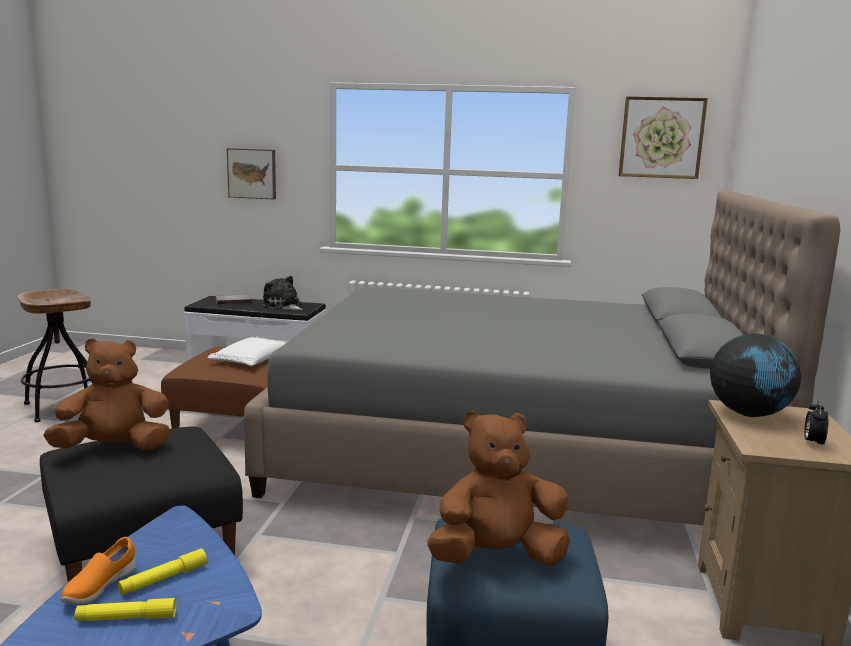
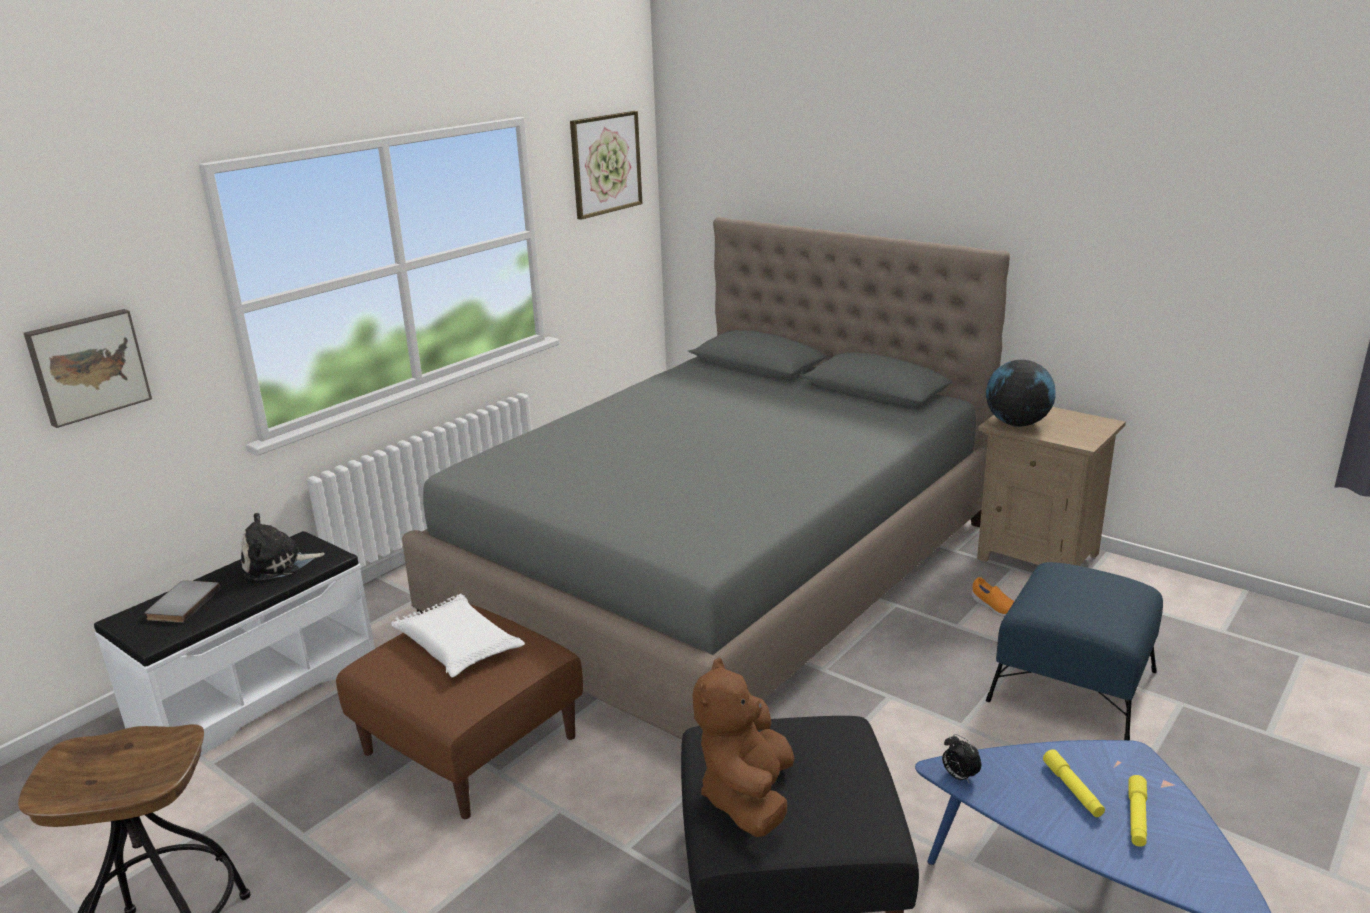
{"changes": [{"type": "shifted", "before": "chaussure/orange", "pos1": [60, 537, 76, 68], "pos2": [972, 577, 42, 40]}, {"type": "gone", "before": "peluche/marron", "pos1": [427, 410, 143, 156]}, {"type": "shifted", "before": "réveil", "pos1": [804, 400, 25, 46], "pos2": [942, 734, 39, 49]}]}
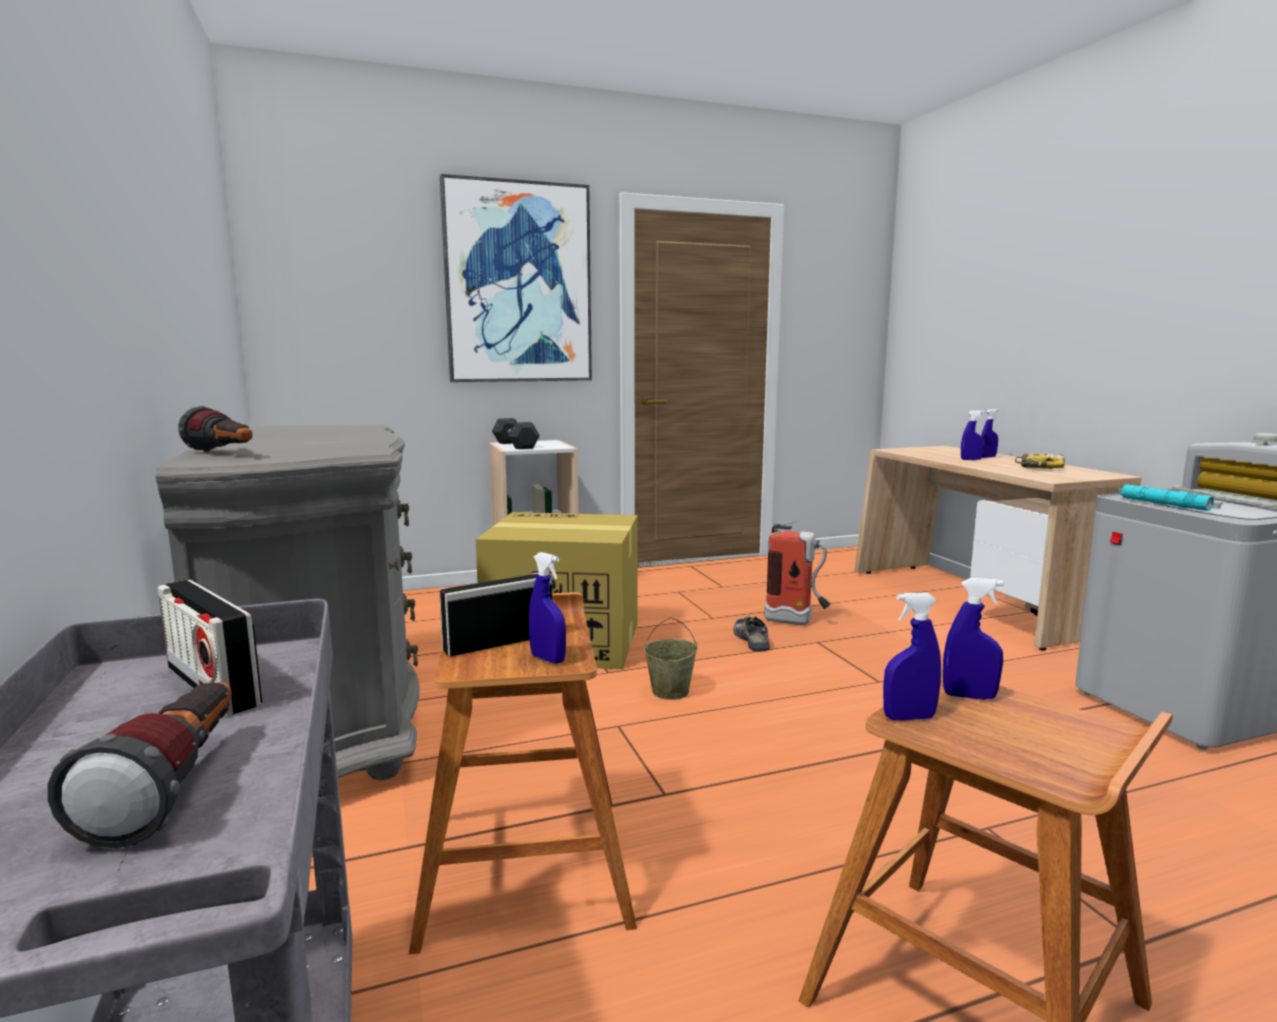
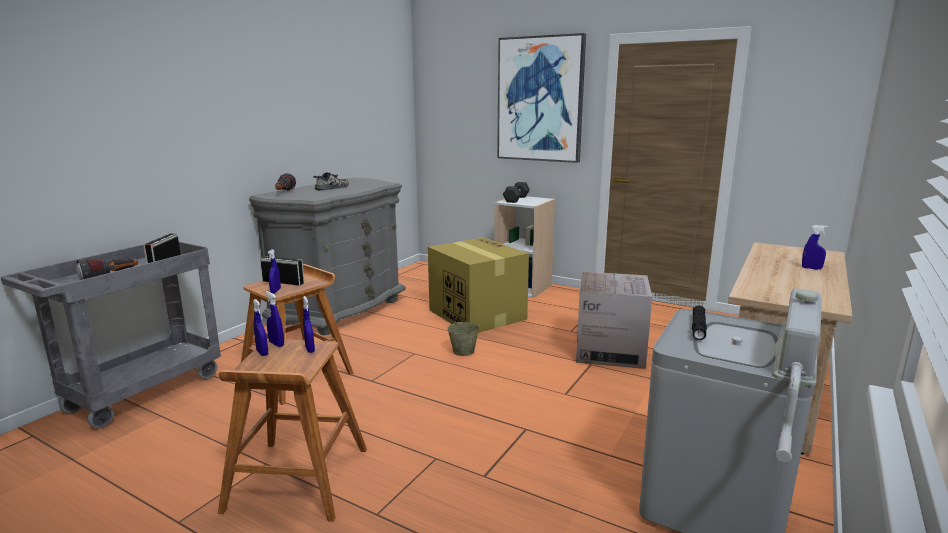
{"changes": [{"type": "shifted", "before": "chaussure", "pos1": [733, 615, 37, 37], "pos2": [313, 172, 36, 18]}, {"type": "swapped", "before": "extincteur", "after": "carton", "pos1": [764, 521, 67, 104], "pos2": [576, 272, 76, 97]}, {"type": "shifted", "before": "vaporisateur/bleu", "pos1": [961, 410, 23, 50], "pos2": [253, 299, 15, 57]}, {"type": "gone", "before": "perceuse", "pos1": [1015, 453, 50, 16]}, {"type": "repainted", "before": "lampe de poche/turquoise", "after": "lampe de poche/noir", "pos1": [1119, 484, 95, 27], "pos2": [692, 305, 15, 35]}]}
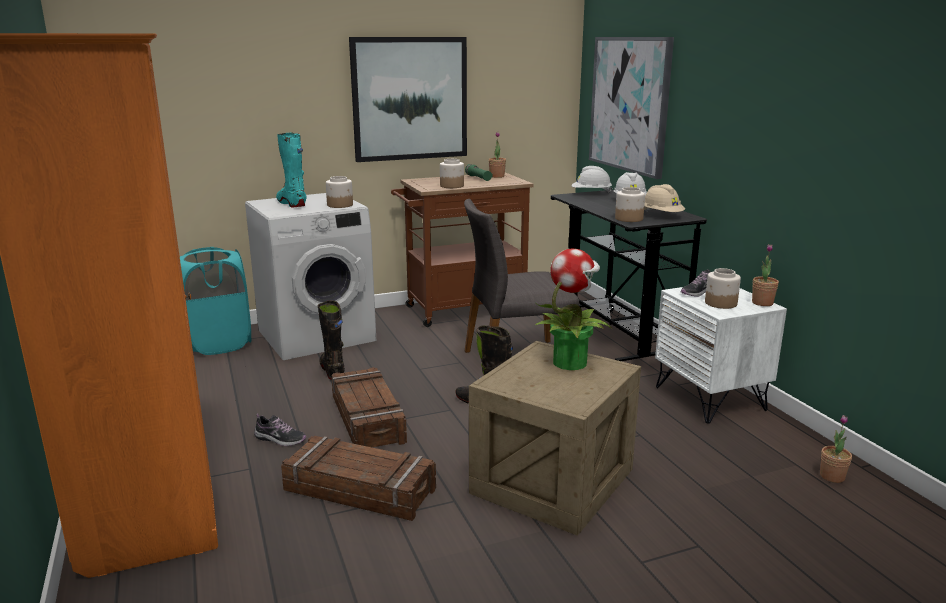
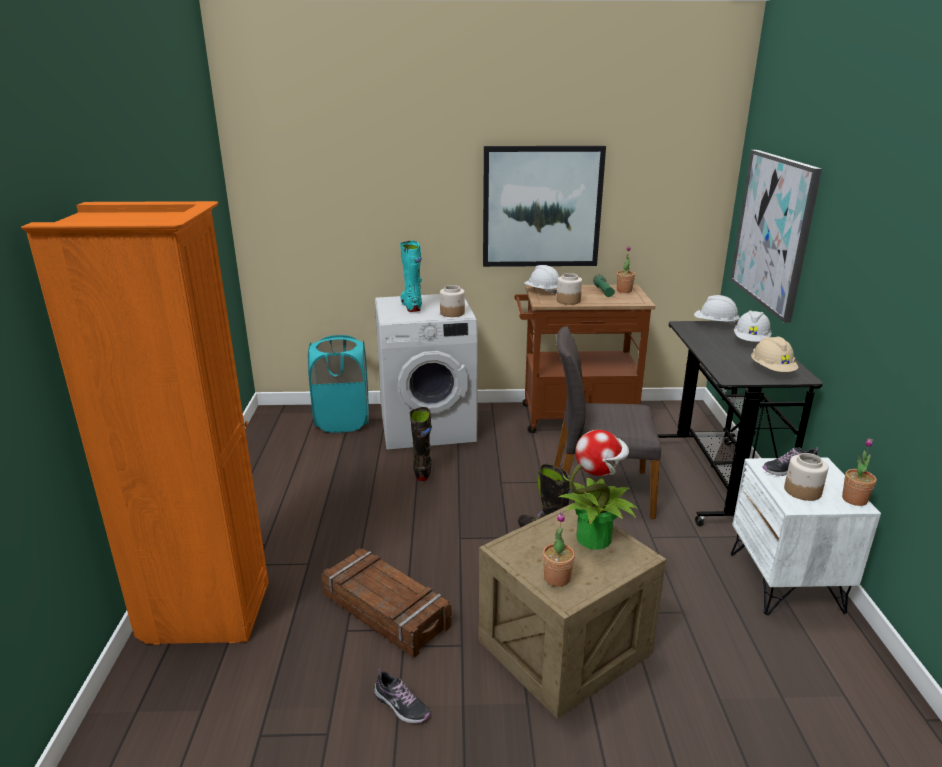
{"changes": [{"type": "shifted", "before": "chaussure", "pos1": [254, 414, 52, 32], "pos2": [374, 668, 56, 55]}, {"type": "gone", "before": "caisse", "pos1": [331, 367, 76, 80]}, {"type": "gone", "before": "bocal", "pos1": [615, 187, 30, 35]}, {"type": "shifted", "before": "plante en pot", "pos1": [820, 415, 32, 68], "pos2": [543, 512, 32, 75]}, {"type": "new", "after": "casque de chantier/blanc", "pos2": [524, 265, 35, 29]}]}
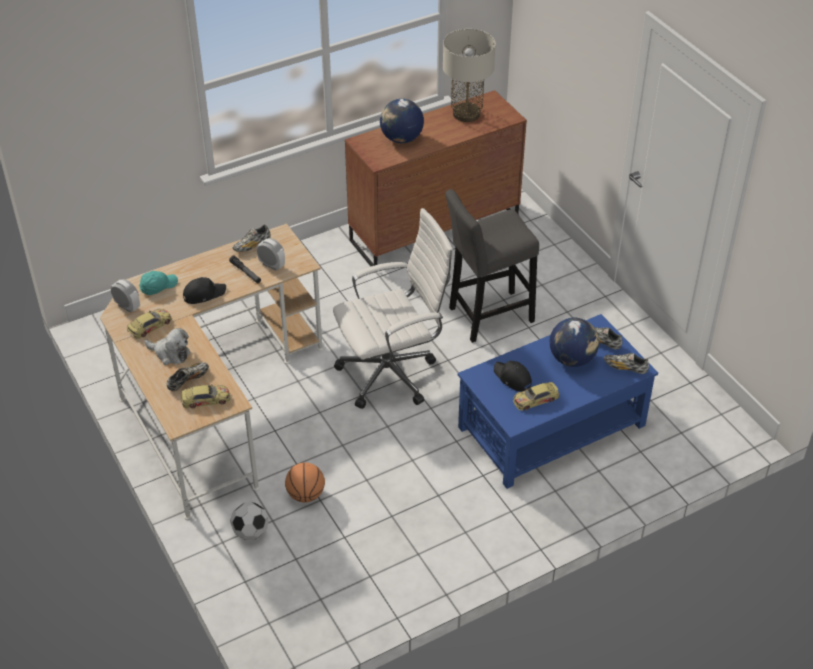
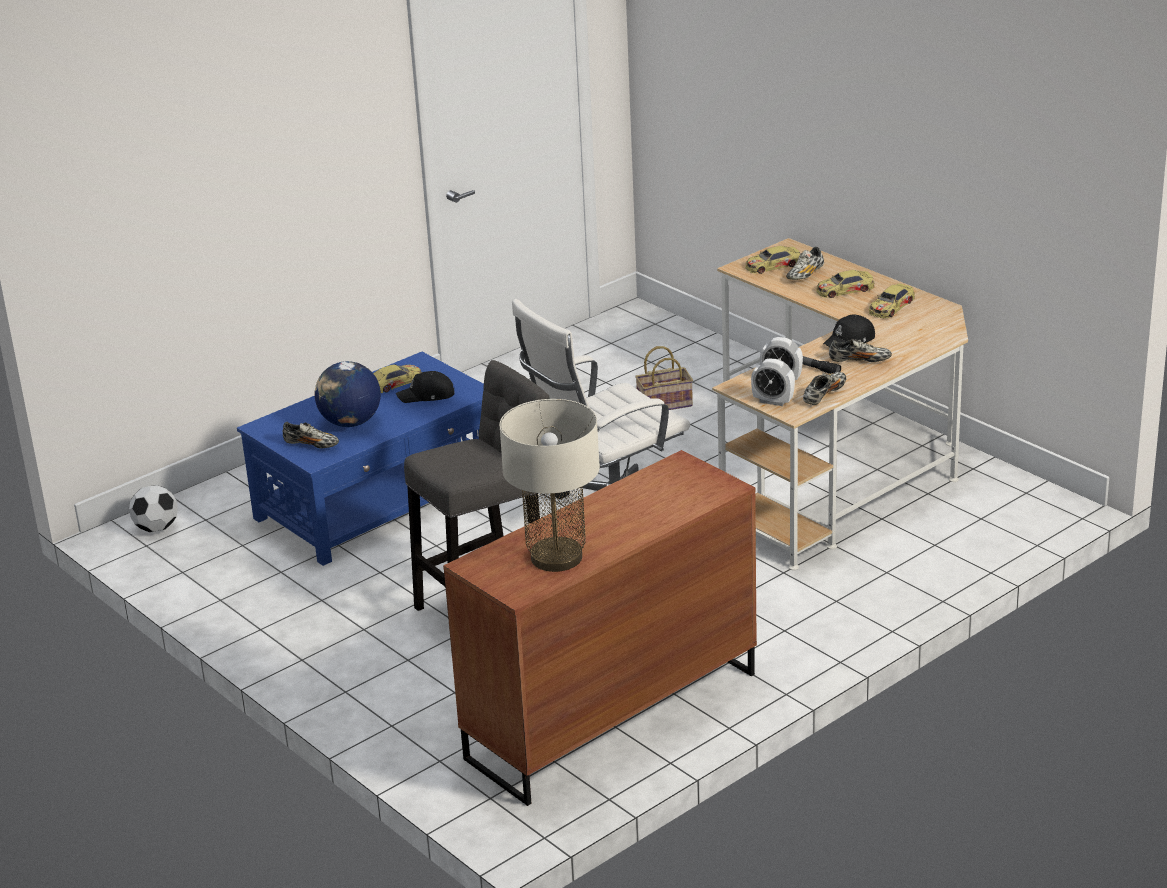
{"changes": [{"type": "shifted", "before": "réveil", "pos1": [111, 279, 29, 34], "pos2": [751, 358, 44, 48]}, {"type": "gone", "before": "casquette/turquoise", "pos1": [139, 271, 39, 24]}, {"type": "swapped", "before": "peluche", "after": "petite voiture", "pos1": [144, 328, 46, 37], "pos2": [816, 270, 58, 28]}, {"type": "shifted", "before": "ballon de foot", "pos1": [230, 502, 39, 38], "pos2": [129, 485, 49, 48]}, {"type": "swapped", "before": "ballon de basket", "after": "panier", "pos1": [285, 462, 40, 41], "pos2": [635, 346, 58, 64]}, {"type": "gone", "before": "globe", "pos1": [380, 99, 44, 44]}, {"type": "rotated", "before": "casquette/noir", "pos1": [494, 361, 38, 30], "pos2": [396, 371, 58, 32], "turn": 135}, {"type": "shifted", "before": "chaussure", "pos1": [604, 353, 45, 21], "pos2": [829, 339, 63, 23]}]}
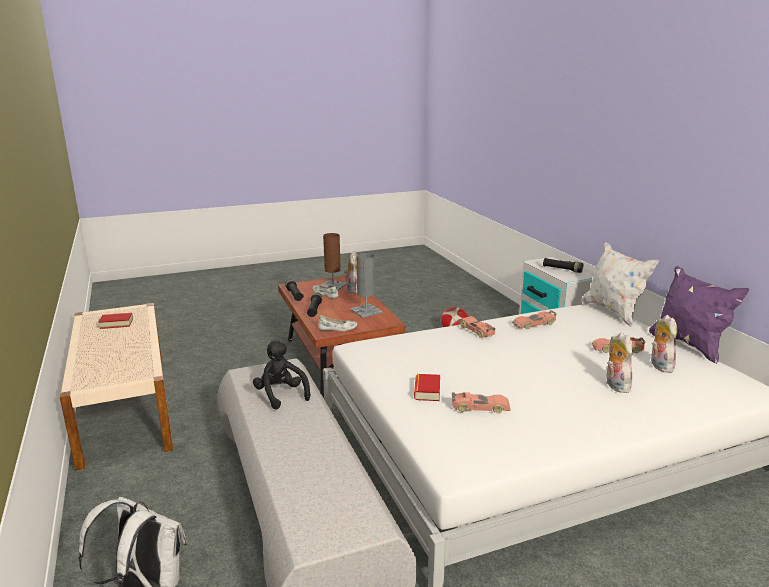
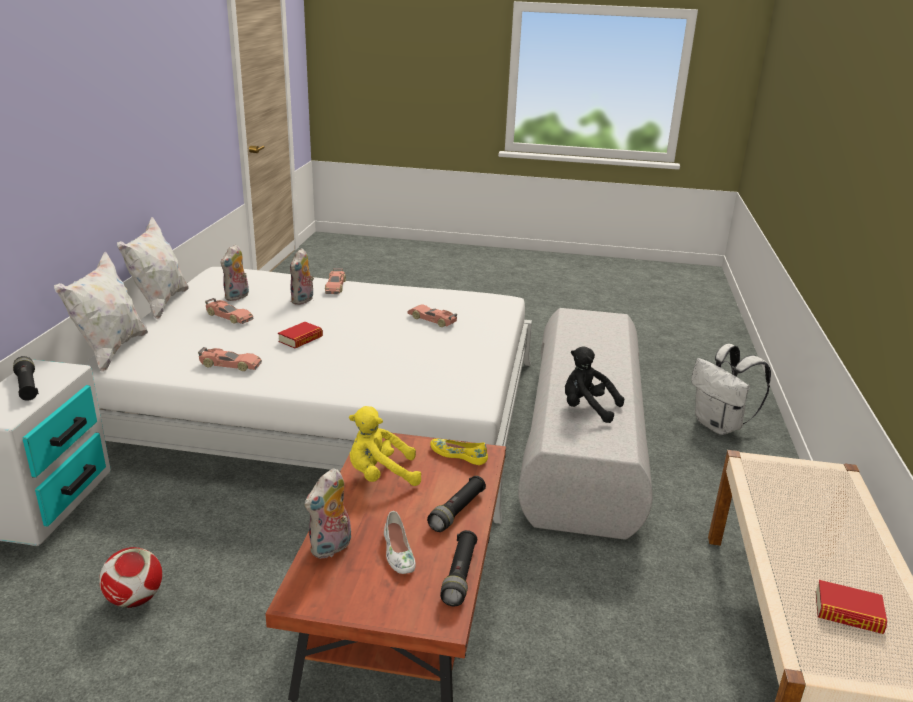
{"changes": [{"type": "rotated", "before": "peluche/noir", "pos1": [253, 340, 57, 70], "pos2": [565, 346, 59, 77], "turn": 120}, {"type": "repainted", "before": "chaussure/blanc", "after": "chaussure/jaune", "pos1": [318, 315, 39, 16], "pos2": [430, 439, 58, 26]}, {"type": "gone", "before": "lampe de table/marron", "pos1": [320, 233, 27, 58]}, {"type": "swapped", "before": "lampe de table/gris", "after": "peluche/jaune", "pos1": [350, 253, 32, 65], "pos2": [349, 406, 72, 80]}, {"type": "shifted", "before": "livre", "pos1": [414, 374, 26, 27], "pos2": [278, 322, 45, 26]}, {"type": "shifted", "before": "petite voiture", "pos1": [458, 316, 37, 22], "pos2": [325, 268, 21, 26]}, {"type": "repainted", "before": "coussin/violet", "after": "coussin/blanc", "pos1": [649, 266, 100, 98], "pos2": [117, 217, 72, 102]}]}
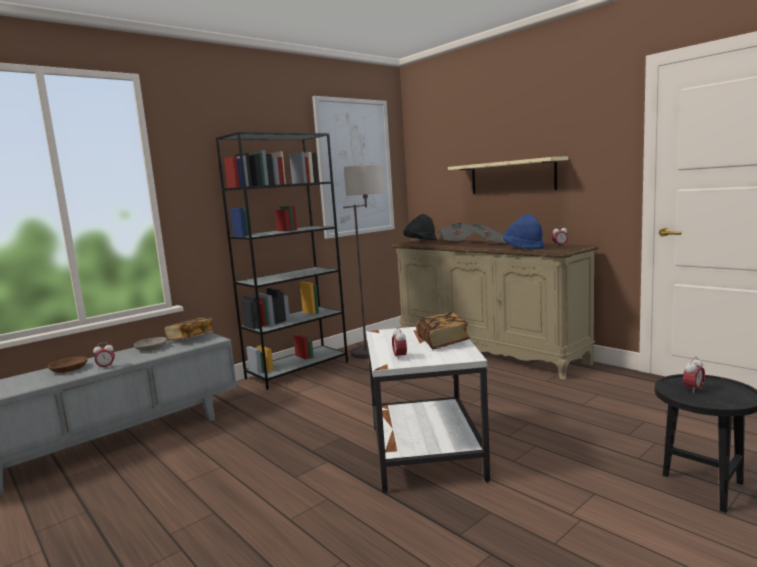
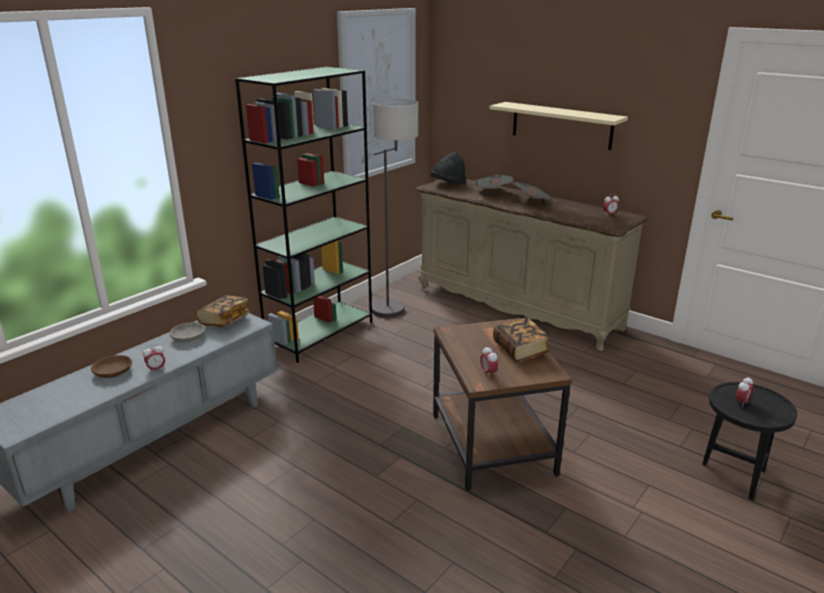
{"changes": [{"type": "repainted", "before": "bibliothèque/gris", "after": "bibliothèque/vert", "pos1": [216, 132, 132, 258], "pos2": [235, 67, 137, 296]}, {"type": "repainted", "before": "table d'appoint/blanc", "after": "table d'appoint/marron", "pos1": [366, 327, 124, 166], "pos2": [433, 318, 139, 173]}, {"type": "gone", "before": "chapeau/bleu", "pos1": [503, 214, 42, 35]}]}
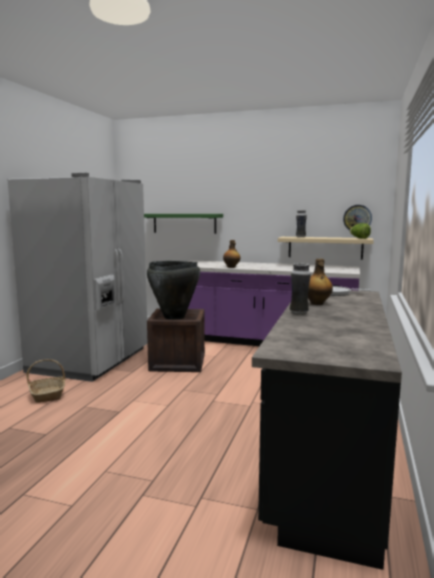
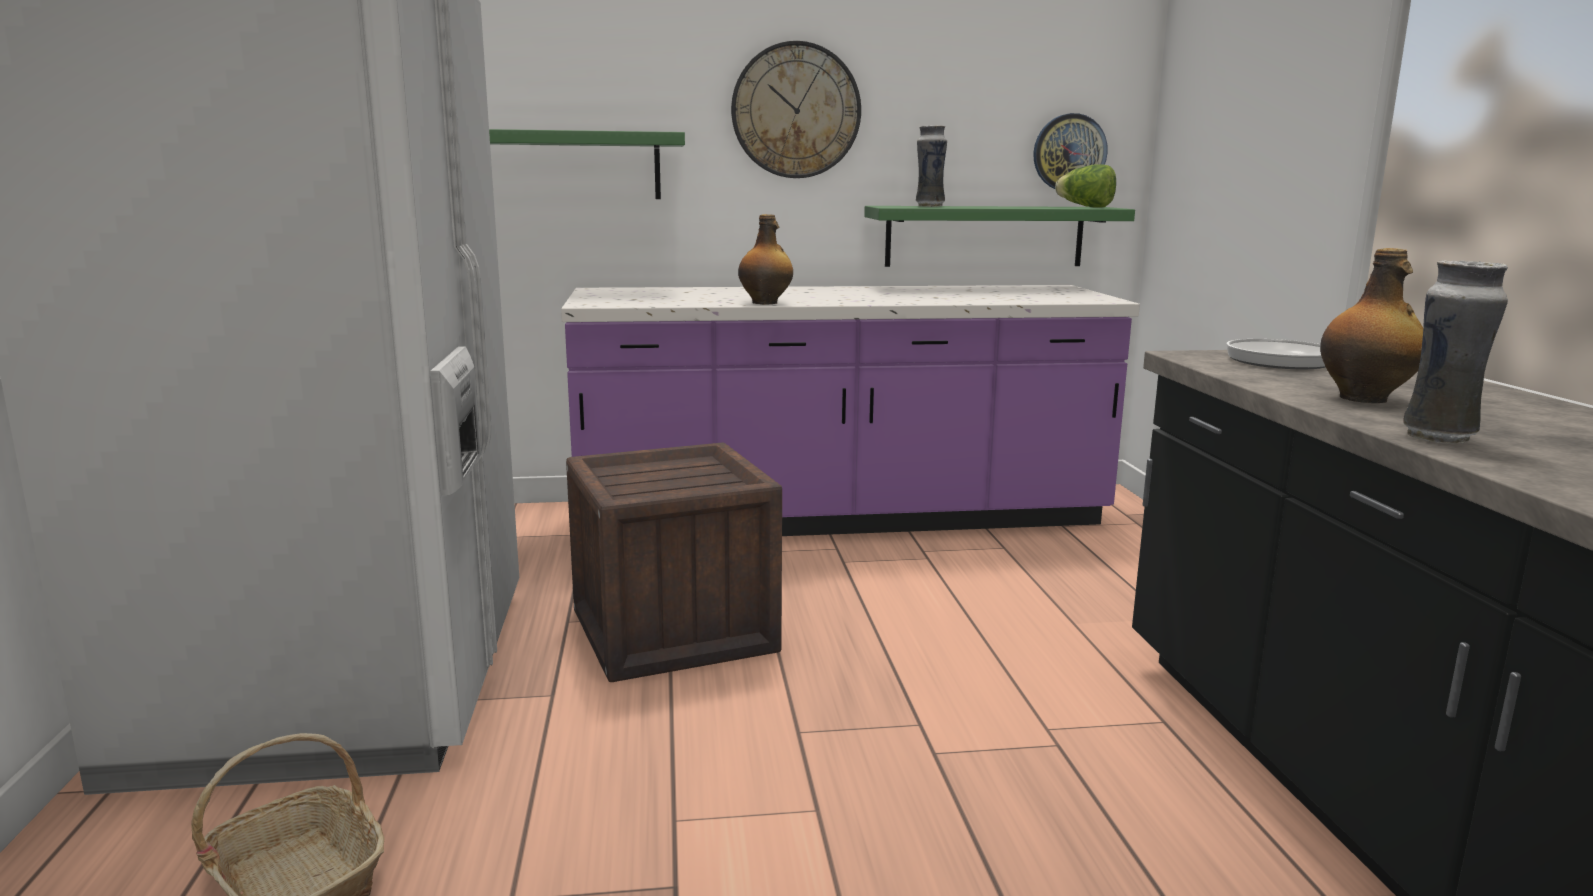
{"changes": [{"type": "gone", "before": "vase/noir", "pos1": [147, 261, 53, 59]}, {"type": "repainted", "before": "étagère/beige", "after": "étagère/vert", "pos1": [278, 237, 96, 23], "pos2": [864, 206, 271, 61]}, {"type": "new", "after": "horloge murale", "pos2": [731, 41, 130, 137]}]}
